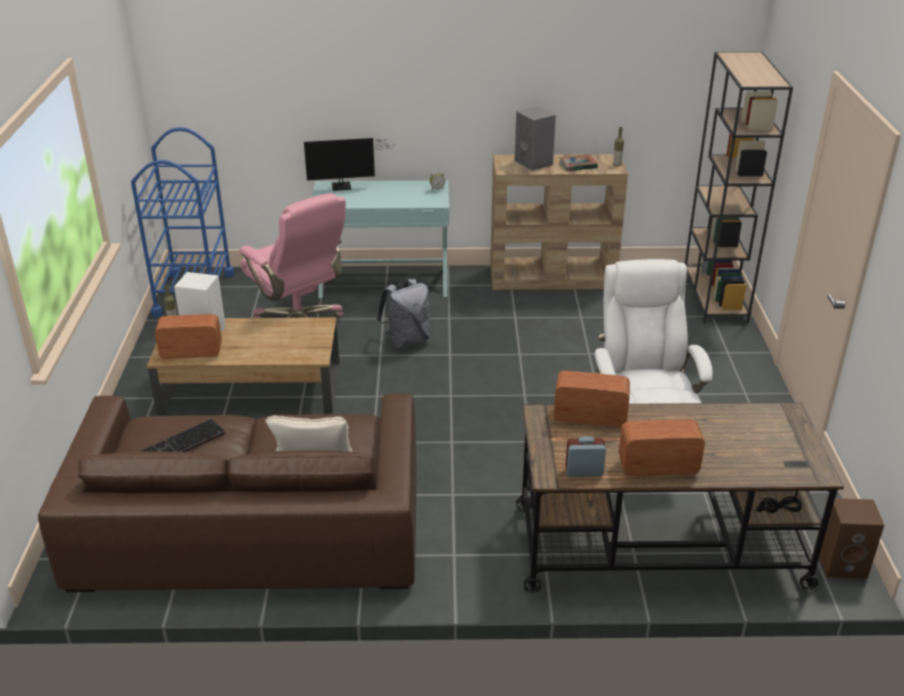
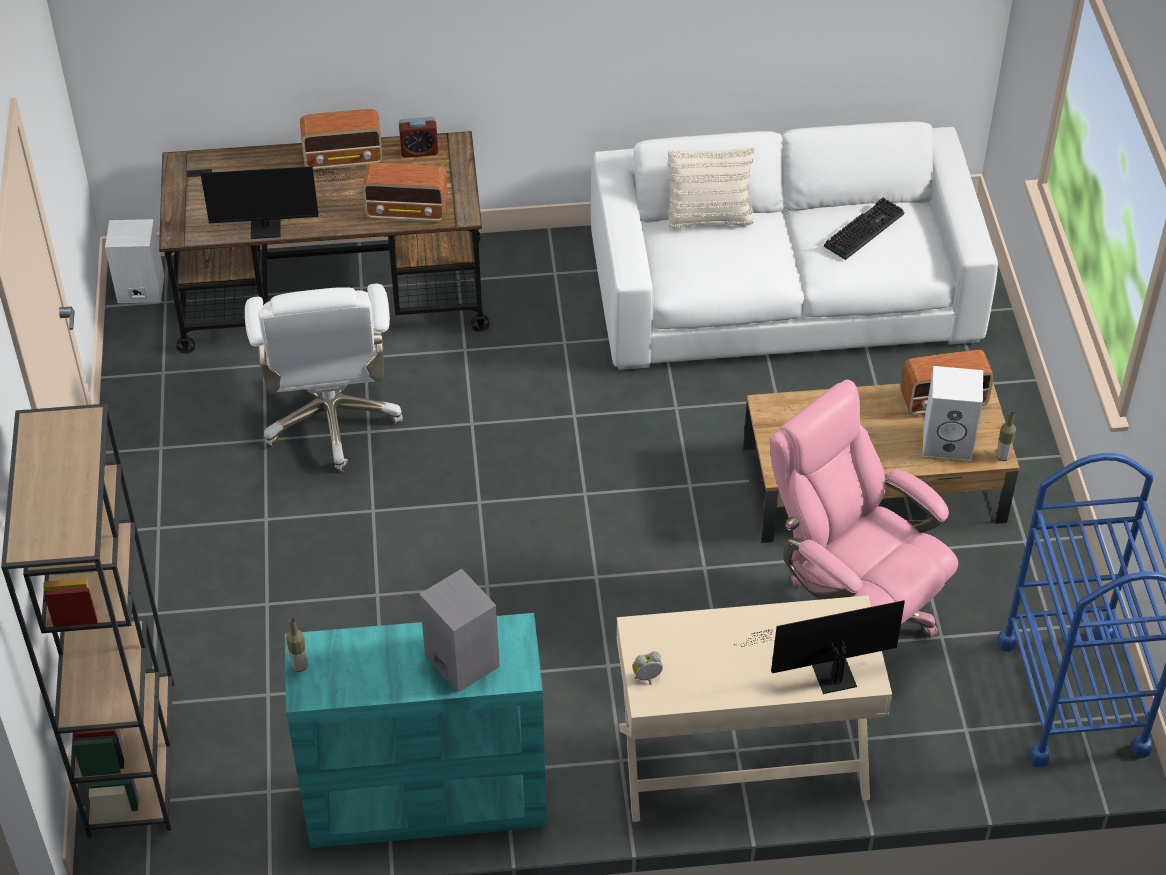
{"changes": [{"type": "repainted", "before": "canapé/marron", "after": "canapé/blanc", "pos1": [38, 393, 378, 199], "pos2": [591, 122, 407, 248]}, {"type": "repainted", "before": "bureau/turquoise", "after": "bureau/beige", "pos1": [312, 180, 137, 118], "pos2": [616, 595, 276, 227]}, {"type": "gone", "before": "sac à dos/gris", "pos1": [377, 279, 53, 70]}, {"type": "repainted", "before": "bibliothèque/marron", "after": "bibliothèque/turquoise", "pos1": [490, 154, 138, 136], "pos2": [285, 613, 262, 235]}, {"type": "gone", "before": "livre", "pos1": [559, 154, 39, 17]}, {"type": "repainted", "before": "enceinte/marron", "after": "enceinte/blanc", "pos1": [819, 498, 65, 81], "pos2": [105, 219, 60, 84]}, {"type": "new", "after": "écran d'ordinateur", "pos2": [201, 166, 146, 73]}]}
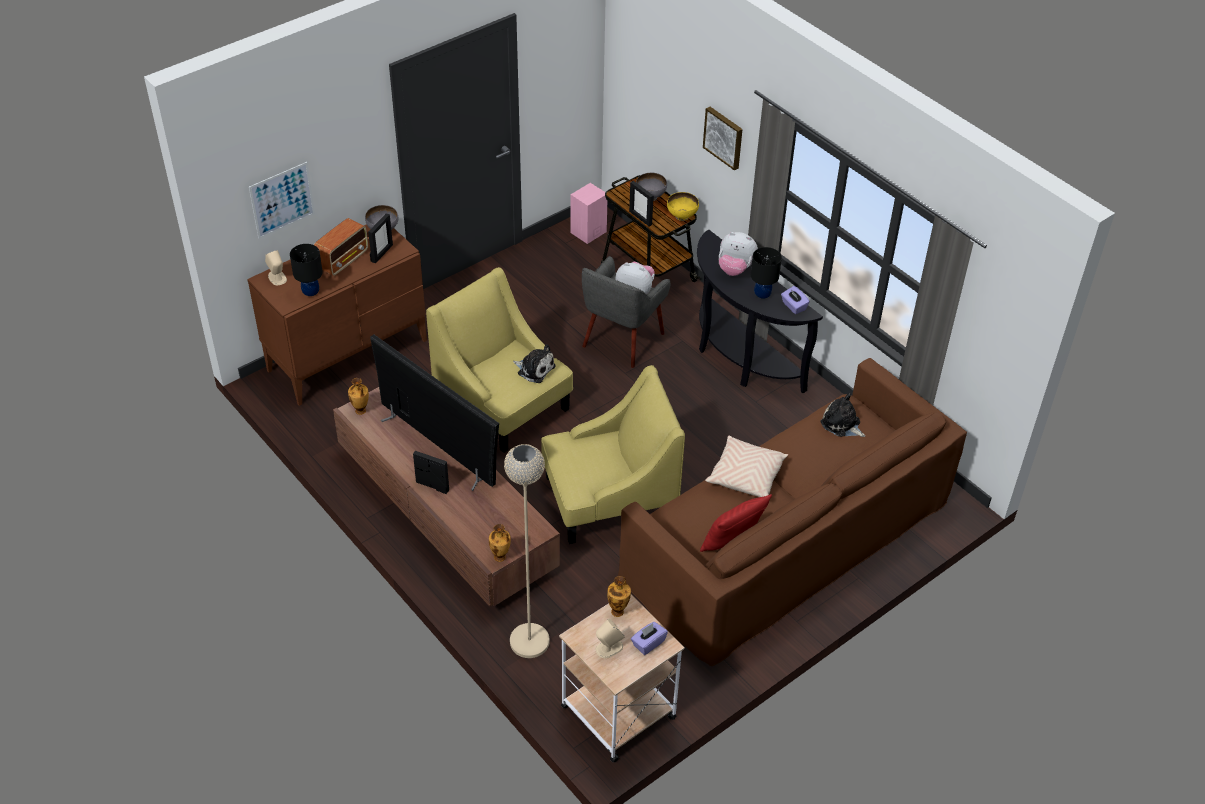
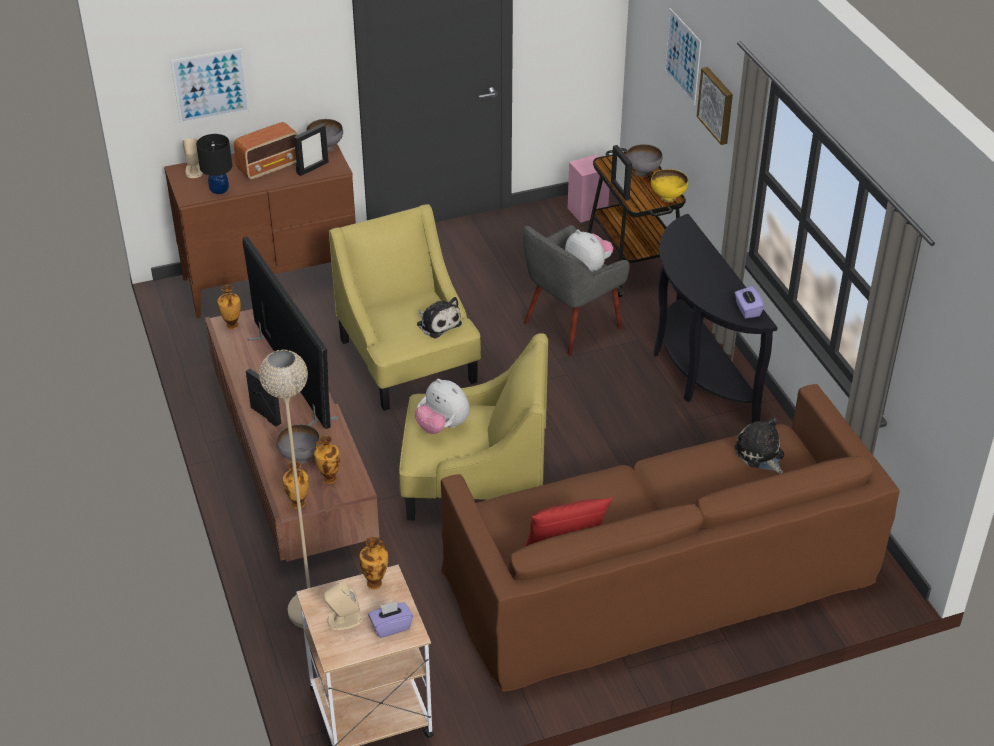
{"changes": [{"type": "gone", "before": "coussin/beige", "pos1": [705, 436, 83, 61]}, {"type": "shifted", "before": "peluche", "pos1": [719, 232, 39, 44], "pos2": [415, 379, 55, 55]}, {"type": "gone", "before": "lampe de table/noir", "pos1": [751, 247, 31, 52]}, {"type": "new", "after": "bol/gris", "pos2": [277, 424, 43, 40]}, {"type": "new", "after": "vase", "pos2": [314, 435, 26, 49]}, {"type": "new", "after": "tableau", "pos2": [665, 8, 36, 97]}]}
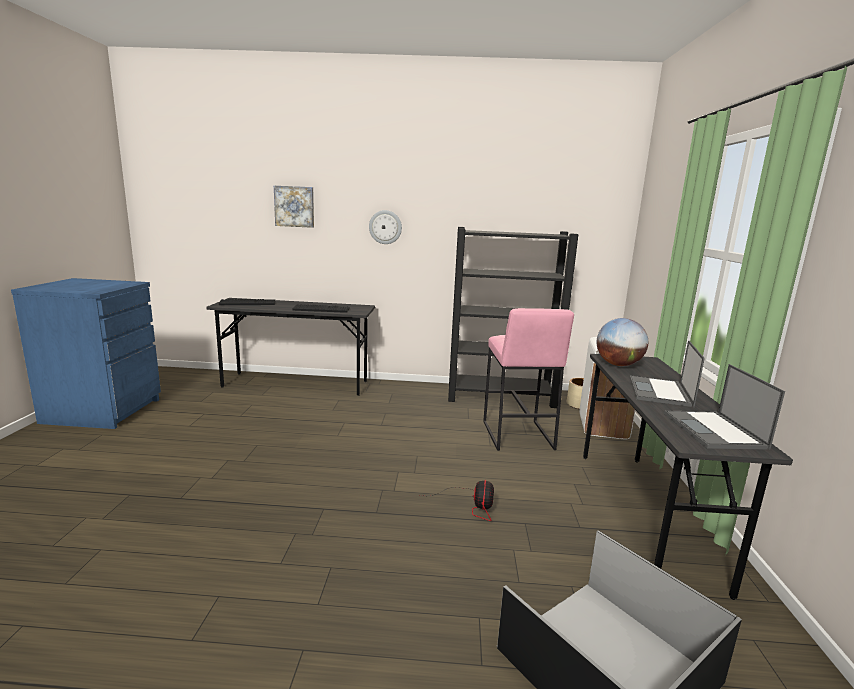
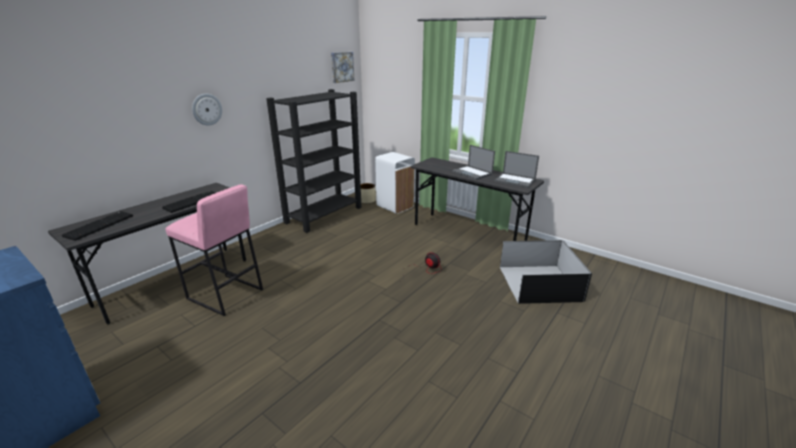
{"changes": [{"type": "shifted", "before": "tableau", "pos1": [274, 186, 40, 42], "pos2": [331, 52, 23, 31]}, {"type": "shifted", "before": "tabouret/rose", "pos1": [483, 308, 91, 143], "pos2": [165, 184, 98, 132]}, {"type": "gone", "before": "globe", "pos1": [597, 318, 51, 48]}]}
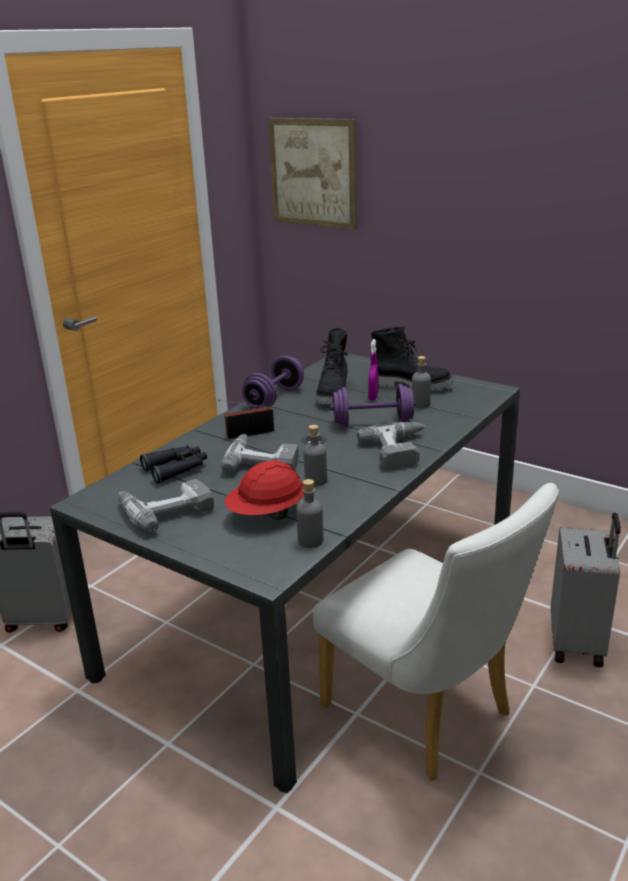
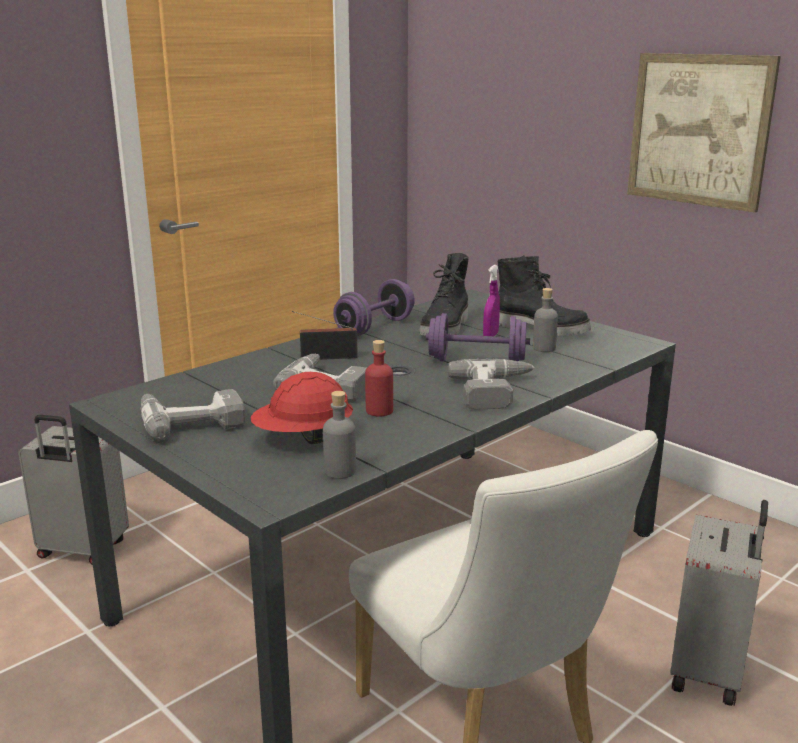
{"changes": [{"type": "gone", "before": "jumelles/noir", "pos1": [140, 445, 67, 39]}, {"type": "shifted", "before": "tableau", "pos1": [268, 118, 89, 112], "pos2": [627, 53, 154, 160]}, {"type": "repainted", "before": "bouteille/gris", "after": "bouteille/rouge", "pos1": [303, 425, 24, 61], "pos2": [365, 340, 28, 76]}]}
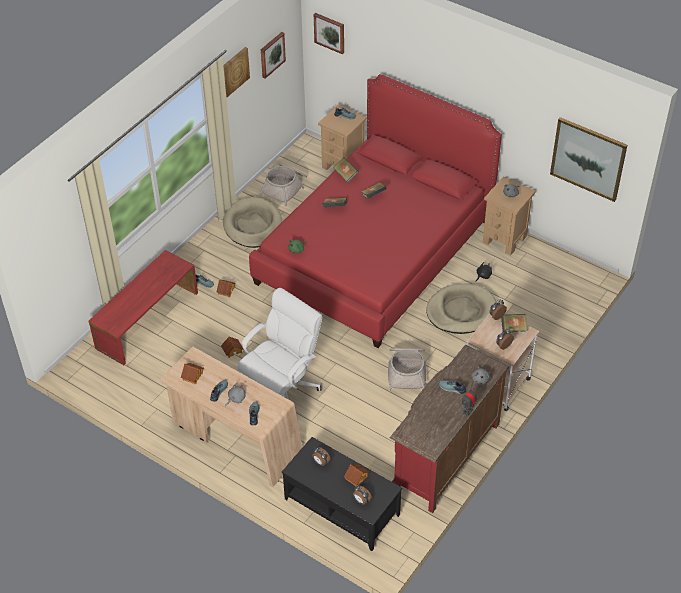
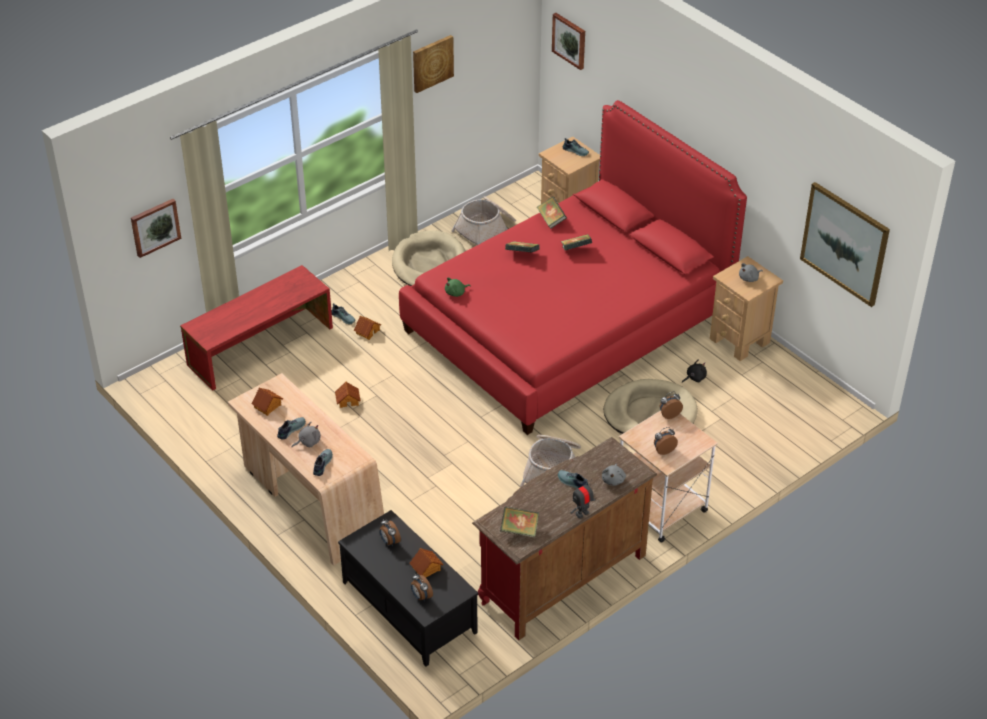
{"changes": [{"type": "gone", "before": "chaise de bureau/blanc", "pos1": [238, 288, 84, 111]}, {"type": "shifted", "before": "tableau", "pos1": [261, 32, 25, 47], "pos2": [131, 199, 50, 59]}, {"type": "shifted", "before": "livre", "pos1": [501, 314, 27, 18], "pos2": [500, 506, 39, 32]}]}
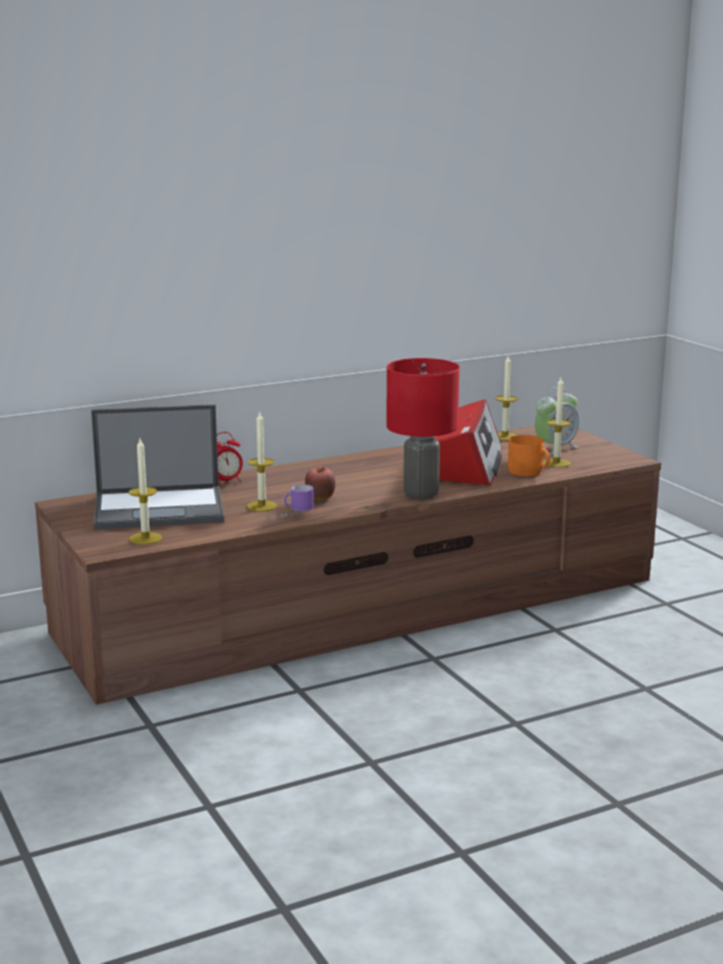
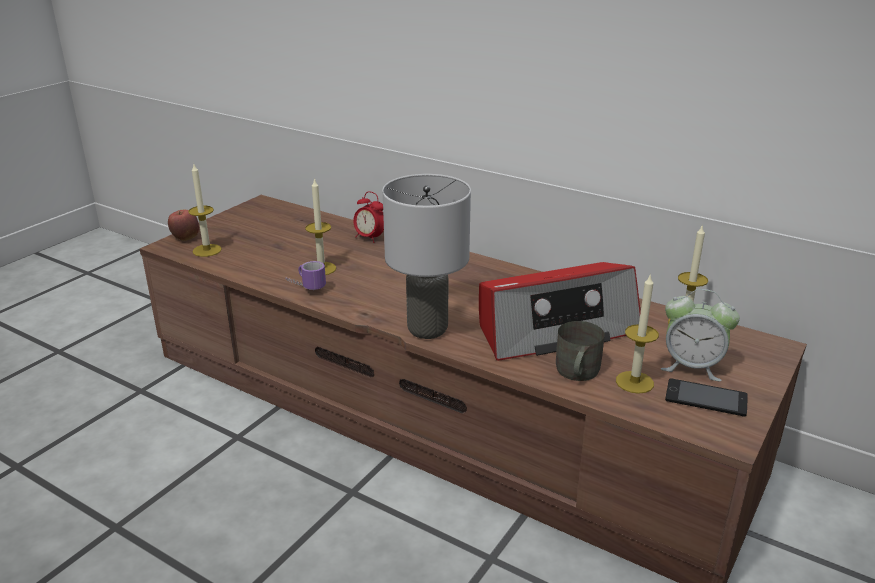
{"changes": [{"type": "gone", "before": "ordinateur portable", "pos1": [91, 405, 133, 125]}, {"type": "shifted", "before": "pomme", "pos1": [305, 466, 31, 35], "pos2": [168, 210, 31, 31]}, {"type": "repainted", "before": "lampe de table/rouge", "after": "lampe de table/blanc", "pos1": [386, 358, 73, 141], "pos2": [383, 174, 88, 165]}, {"type": "repainted", "before": "mug/orange", "after": "mug/gris", "pos1": [508, 435, 42, 41], "pos2": [556, 321, 49, 60]}, {"type": "new", "after": "téléphone", "pos2": [665, 378, 83, 39]}]}
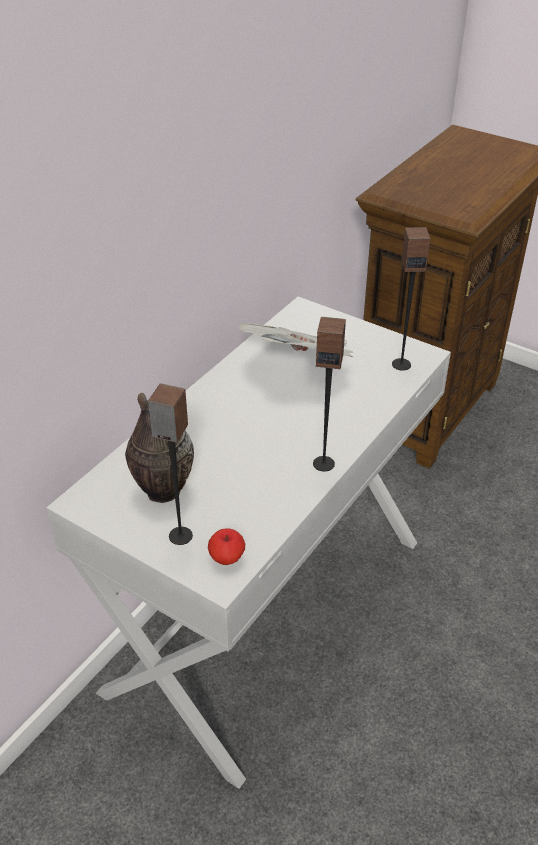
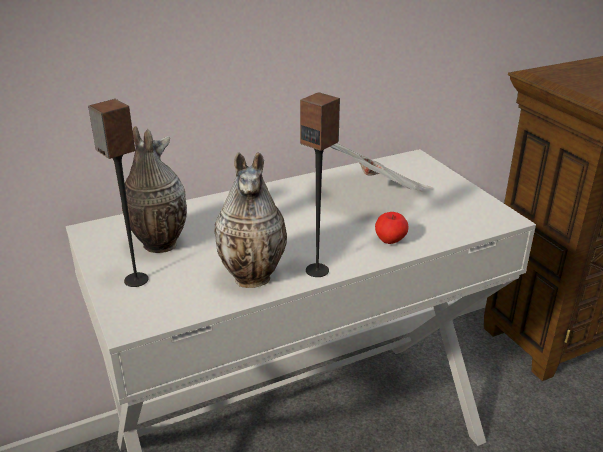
{"changes": [{"type": "shifted", "before": "pomme", "pos1": [208, 528, 37, 37], "pos2": [375, 212, 34, 32]}, {"type": "gone", "before": "enceinte", "pos1": [392, 227, 38, 143]}, {"type": "new", "after": "vase", "pos2": [214, 152, 73, 136]}]}
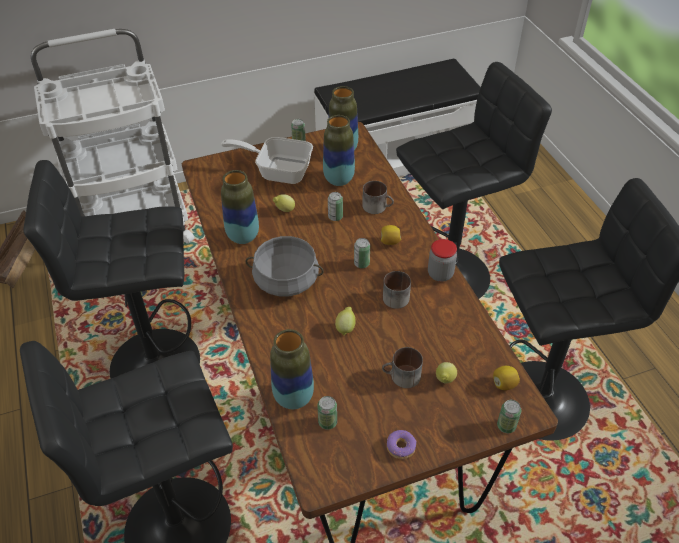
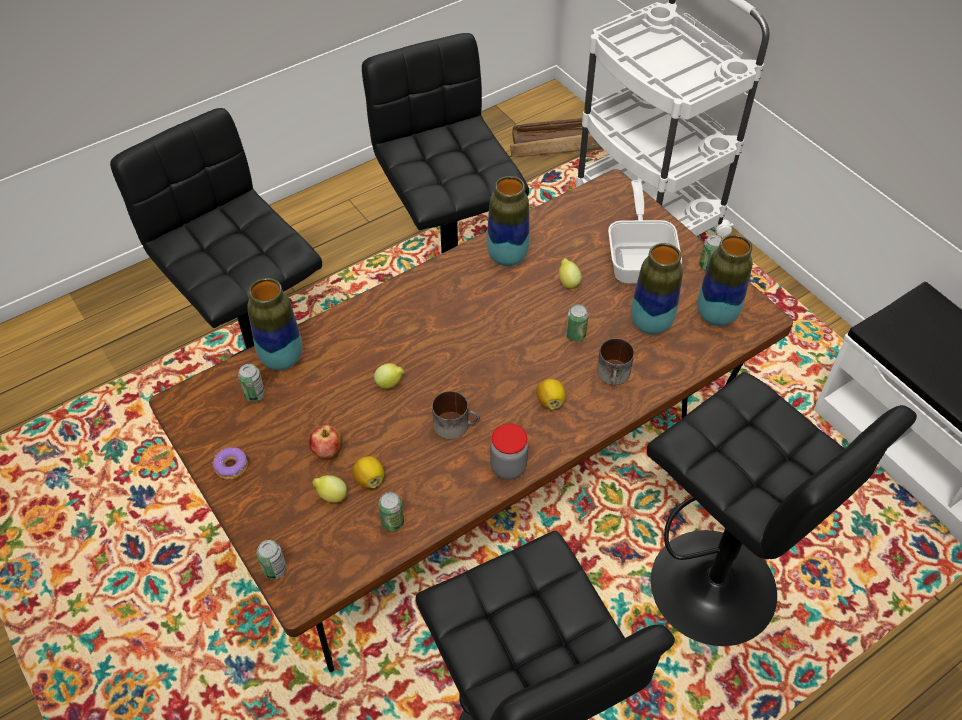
{"changes": [{"type": "gone", "before": "marmite/gris", "pos1": [245, 236, 79, 61]}, {"type": "shifted", "before": "boîte métallique", "pos1": [354, 238, 16, 30], "pos2": [378, 492, 26, 39]}, {"type": "swapped", "before": "mug", "after": "pomme", "pos1": [382, 347, 41, 41], "pos2": [310, 425, 32, 34]}, {"type": "shifted", "before": "citron", "pos1": [493, 366, 27, 24], "pos2": [352, 456, 32, 33]}]}
